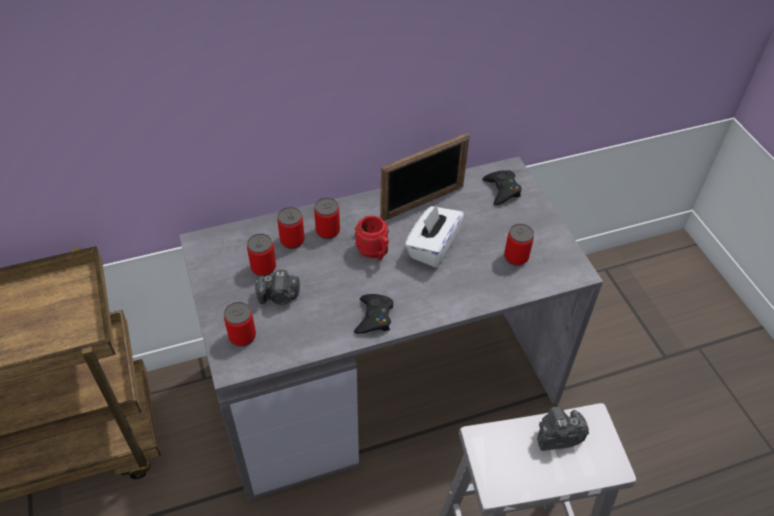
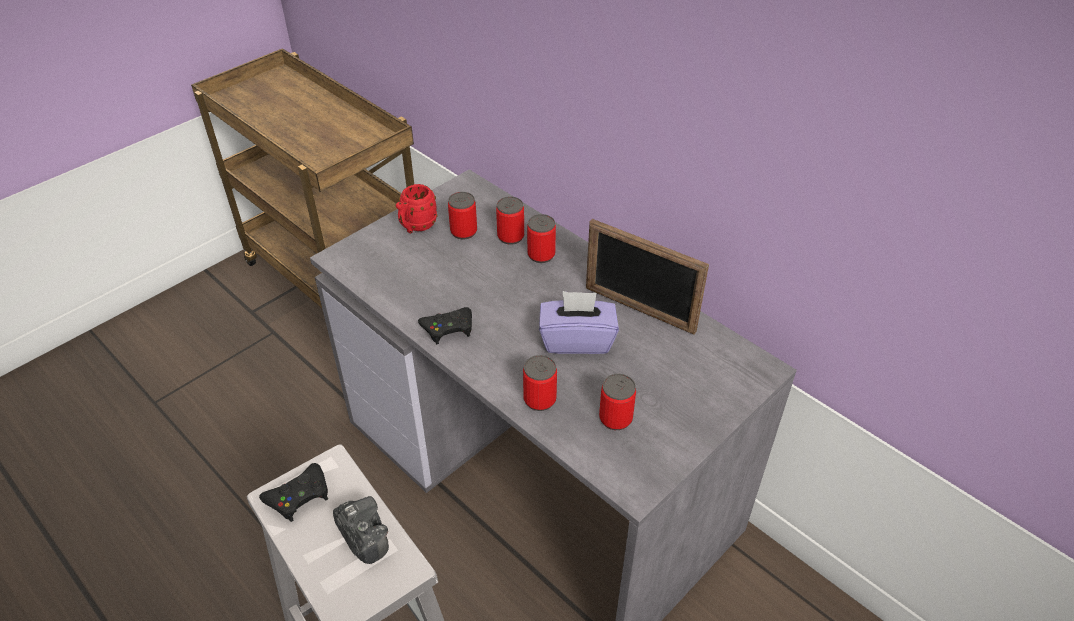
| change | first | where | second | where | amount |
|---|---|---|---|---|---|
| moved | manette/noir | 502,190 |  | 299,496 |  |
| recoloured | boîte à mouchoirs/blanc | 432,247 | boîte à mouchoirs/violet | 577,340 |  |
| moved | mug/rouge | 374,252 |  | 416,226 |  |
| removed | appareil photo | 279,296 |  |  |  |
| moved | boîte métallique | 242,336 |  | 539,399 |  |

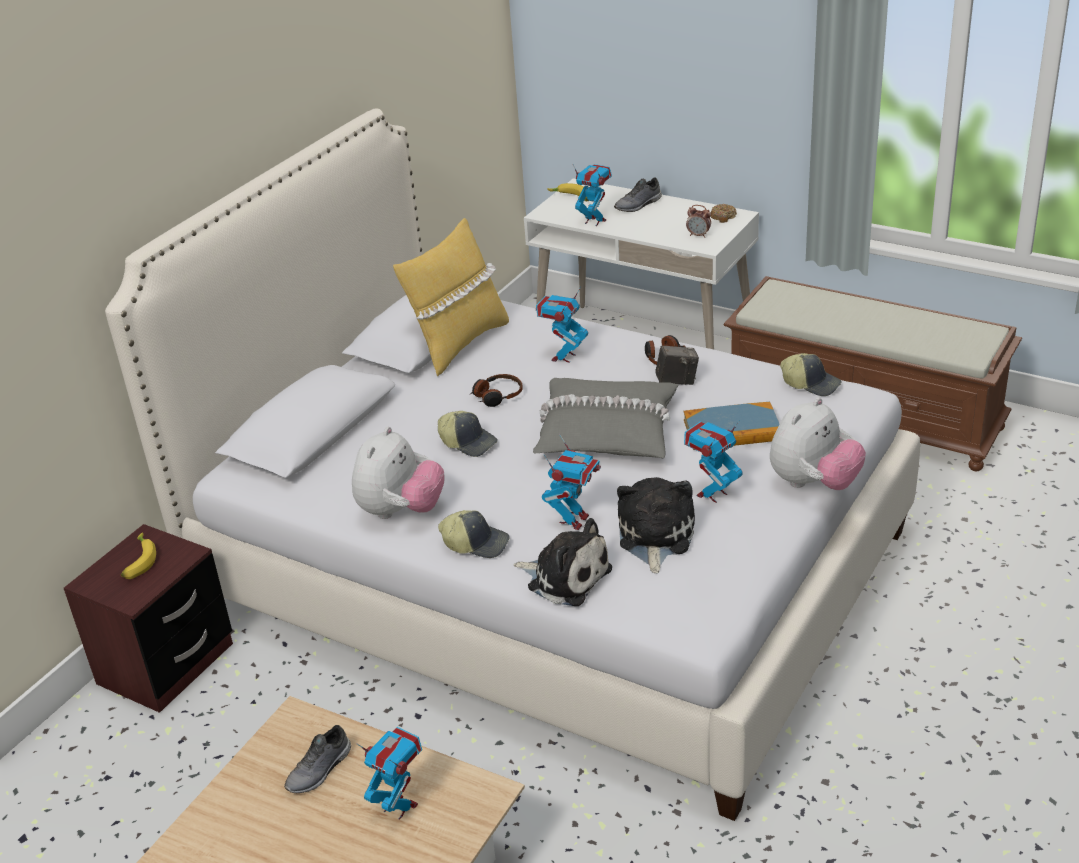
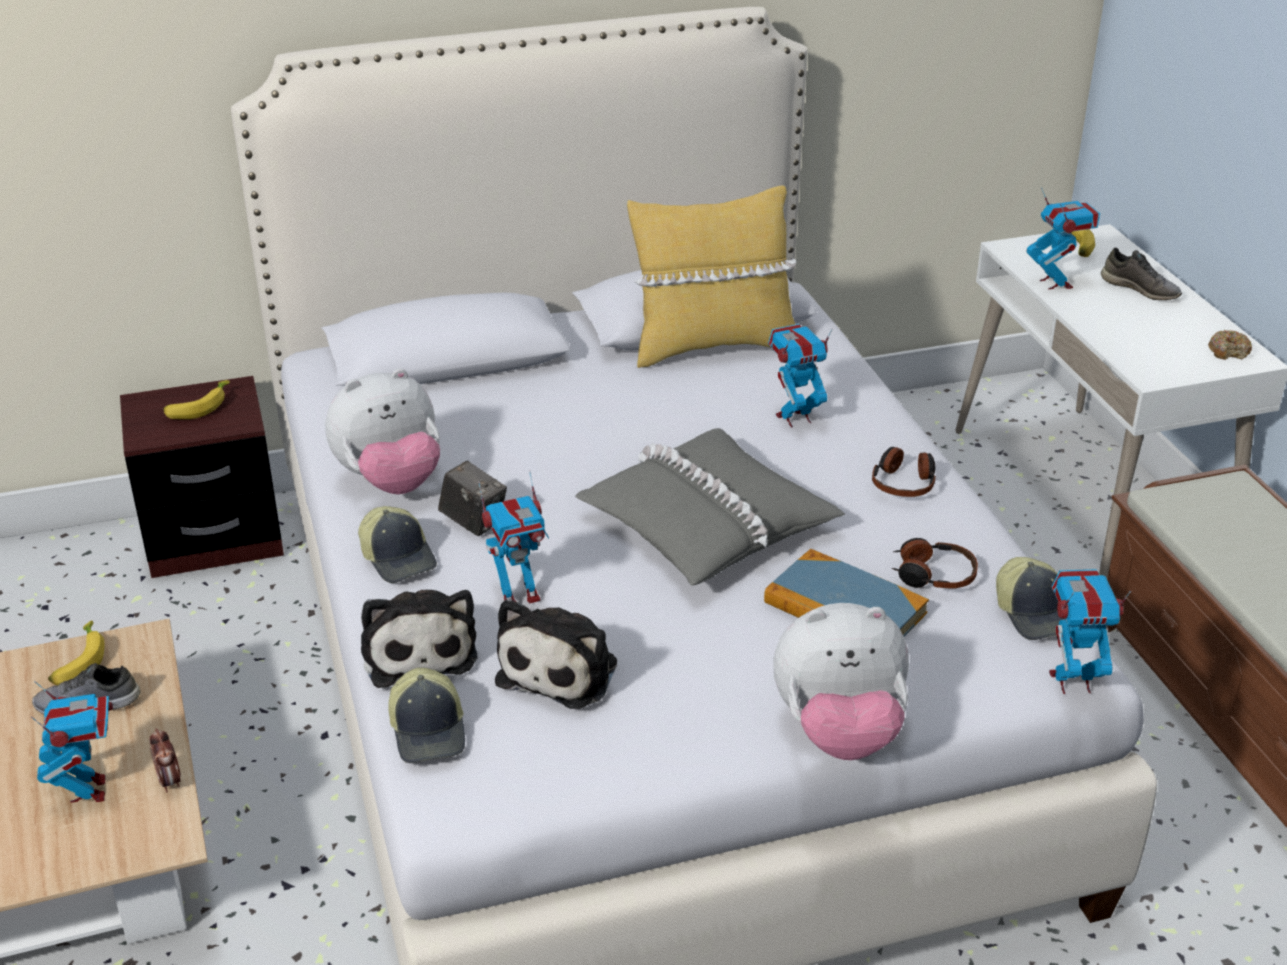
| change | first | where | second | where | amount |
|---|---|---|---|---|---|
| turned | chaussure/gris | 638,205 |  | 1140,289 | 150 degrees counterclockwise |
| moved | réveil | 698,235 |  | 170,781 |  |
| moved | appareil photo | 677,381 |  | 474,522 |  |
| moved | casque audio | 497,396 |  | 933,575 |  |
| moved | casquette | 468,442 |  | 430,730 |  |
| moved | robot jouet | 712,494 |  | 1071,681 |  |
| turned | peluche | 654,537 |  | 562,669 | 150 degrees clockwise |
| added |  |  | banane | 78,662 |  |

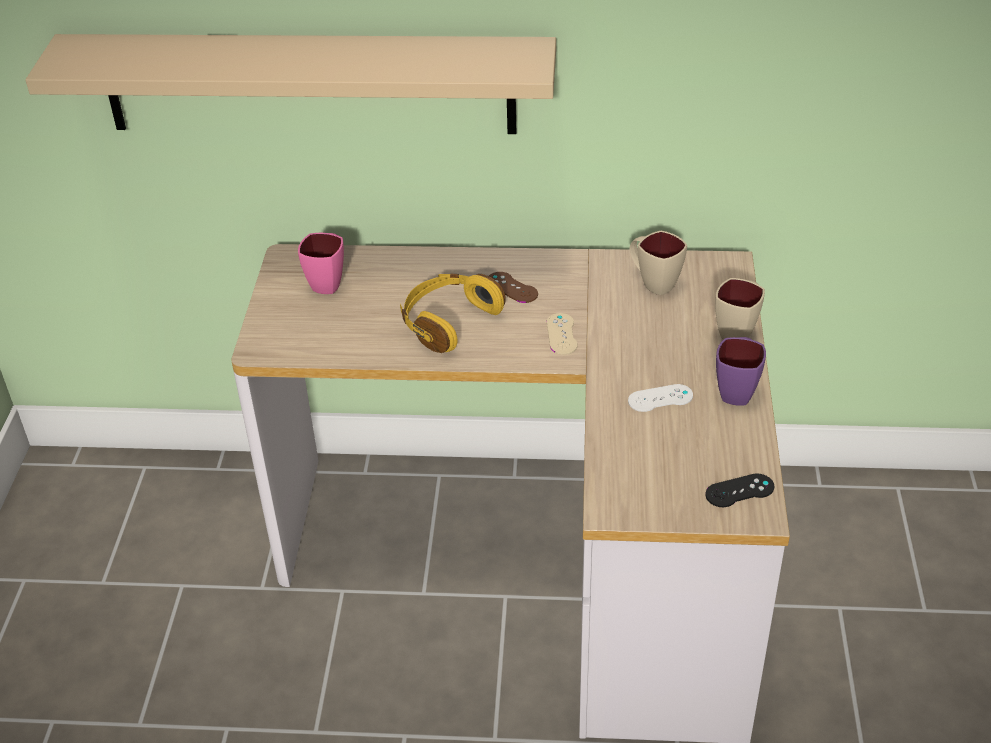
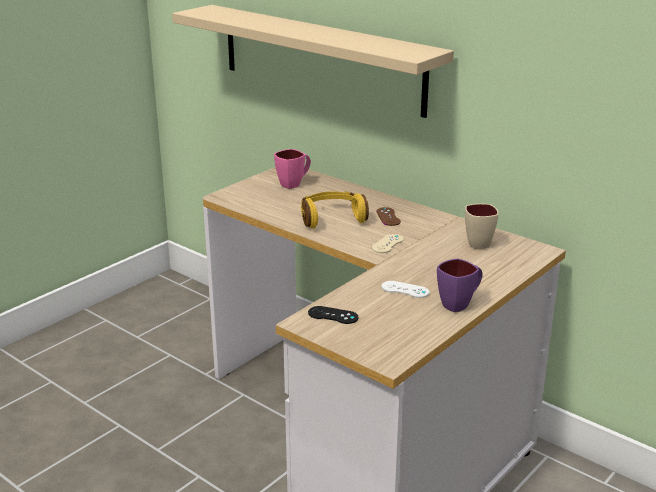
| change | first | where | second | where | amount |
|---|---|---|---|---|---|
| removed | mug/beige | 738,330 |  |  |  |
| moved | manette/noir | 739,491 |  | 333,315 |  |

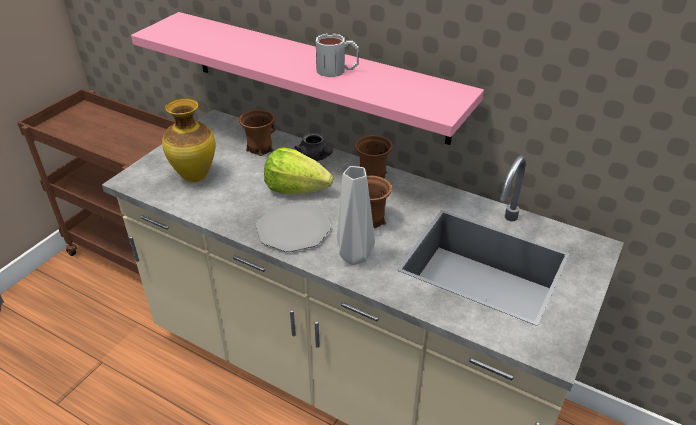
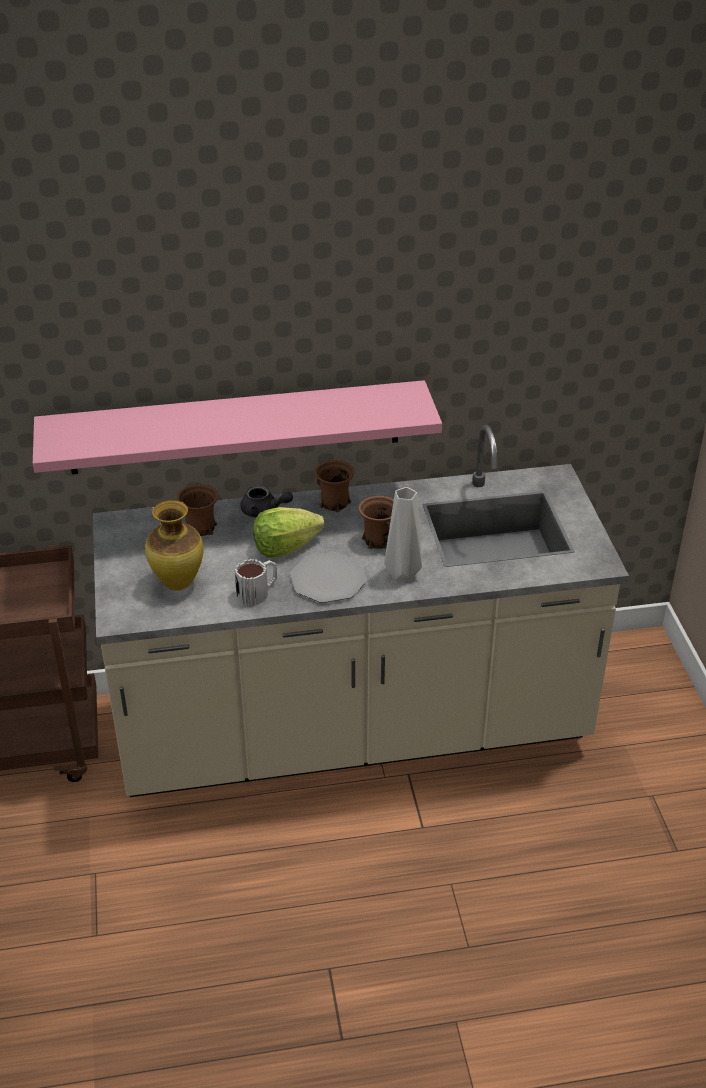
| change | first | where | second | where | amount |
|---|---|---|---|---|---|
| moved | mug | 337,70 |  | 258,592 |  |

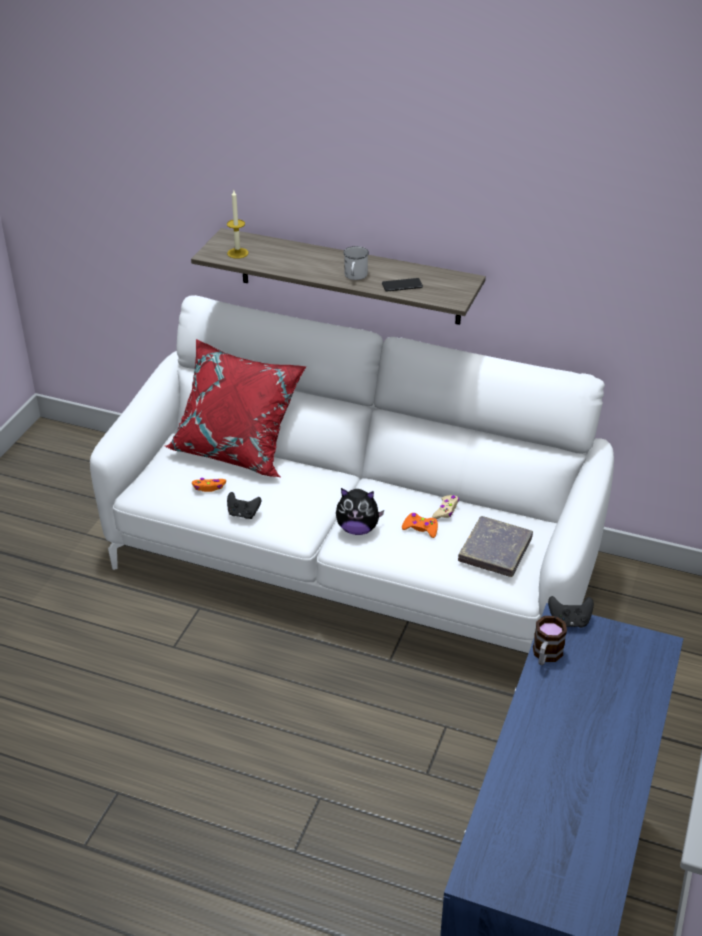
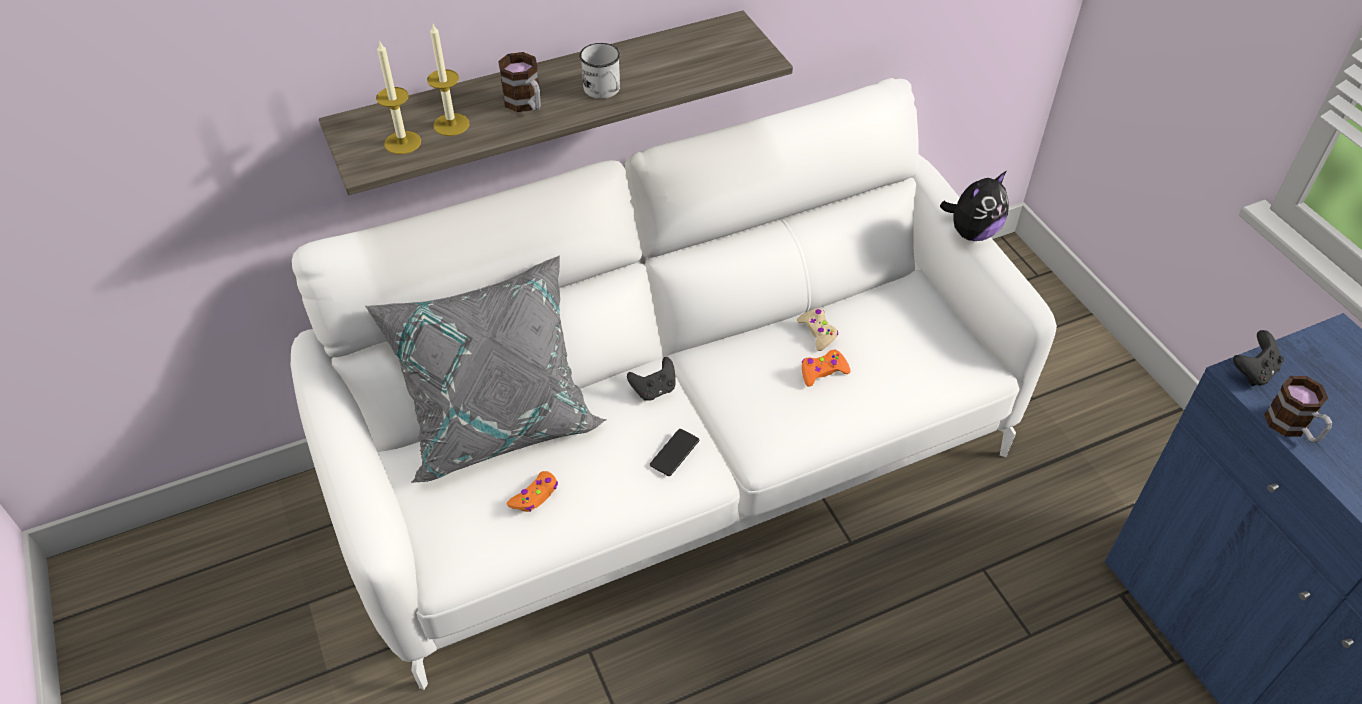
| change | first | where | second | where | amount |
|---|---|---|---|---|---|
| moved | téléphone | 402,285 |  | 674,453 |  |
| recoloured | coussin/rouge | 237,449 | coussin/gris | 499,420 |  |
| moved | peluche | 357,529 |  | 972,232 |  |
| moved | manette/noir | 243,514 |  | 654,390 |  |
| removed | livre/gris | 495,550 |  |  |  |
| added |  |  | bougie | 451,124 |  |
| added |  |  | mug | 526,104 |  |

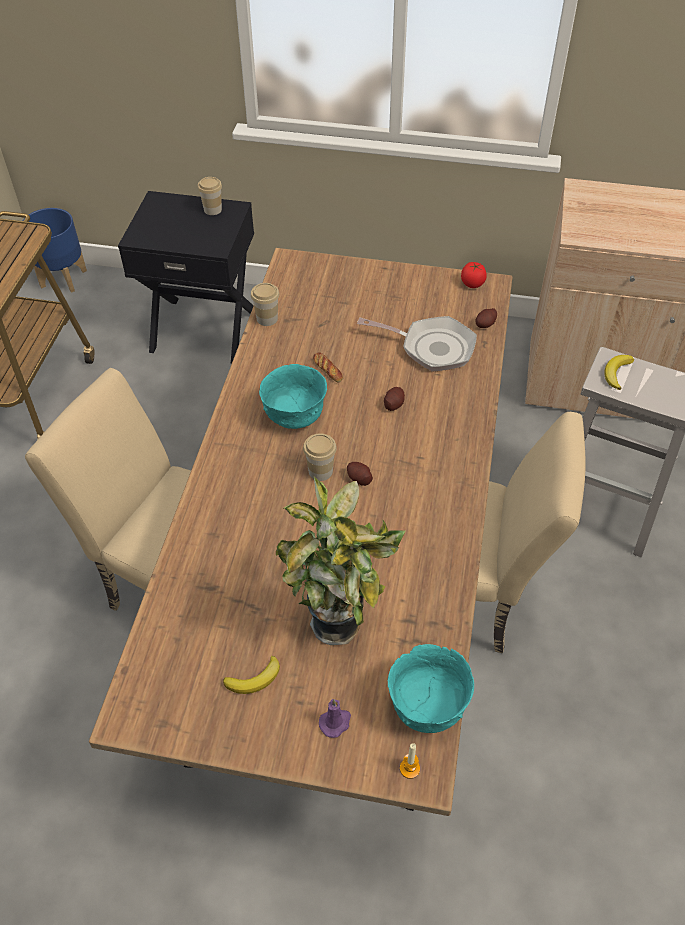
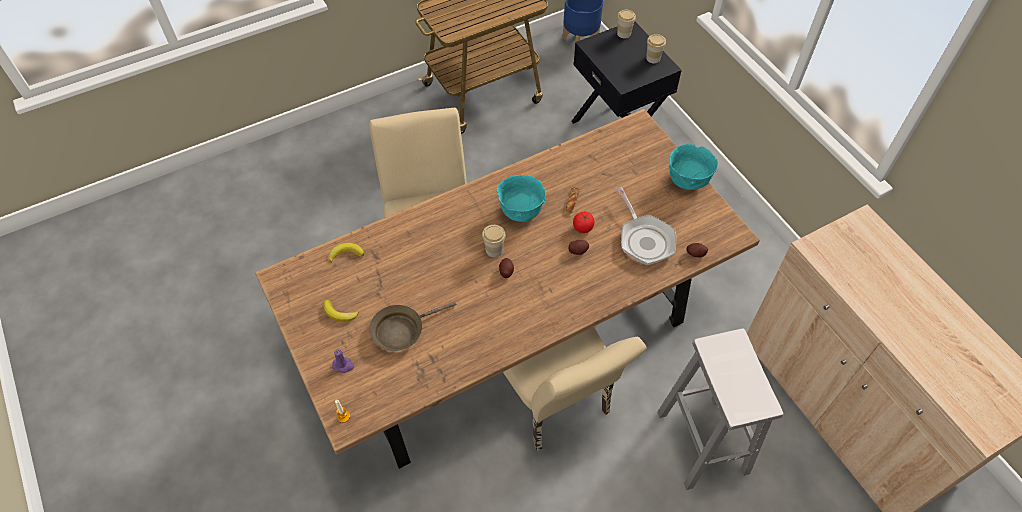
| change | first | where | second | where | amount |
|---|---|---|---|---|---|
| moved | tomate | 472,283 |  | 583,227 |  |
| moved | tasse | 267,319 |  | 624,33 |  |
| moved | banane | 616,373 |  | 346,253 |  |
| replaced | plante en pot | 342,626 | poêle/marron | 401,330 |  |
| moved | bol/turquoise | 427,707 |  | 687,181 |  |

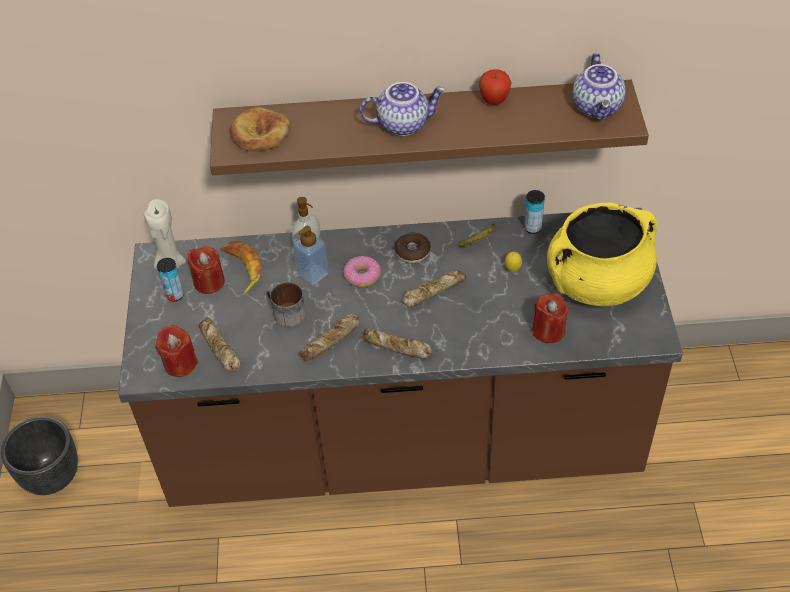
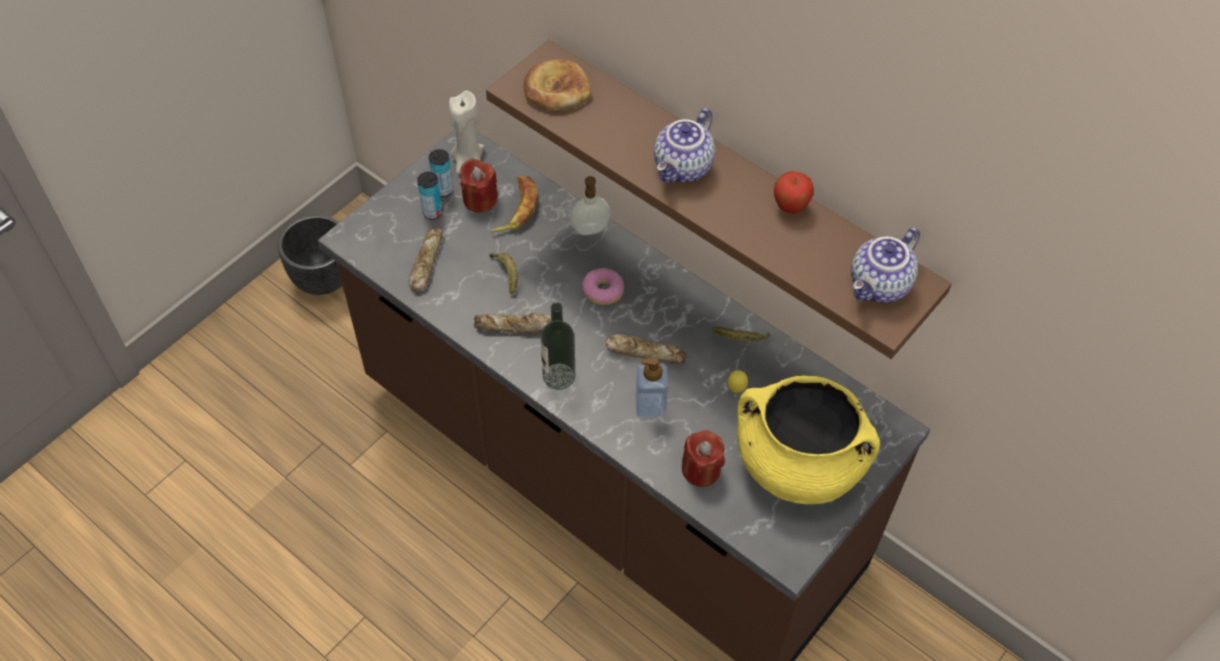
| change | first | where | second | where | amount |
|---|---|---|---|---|---|
| turned | théière | 403,123 |  | 684,168 | 90 degrees clockwise |
| moved | boîte métallique | 532,228 |  | 432,212 |  |
| moved | distributeur de savon | 313,274 |  | 650,405 |  |
| removed | beignet | 412,252 |  |  |  |
| replaced | mug | 285,313 | banane | 506,273 |  |
| removed | bougie/rouge | 180,363 |  |  |  |
| replaced | pain | 397,347 | bouteille | 558,376 |  |

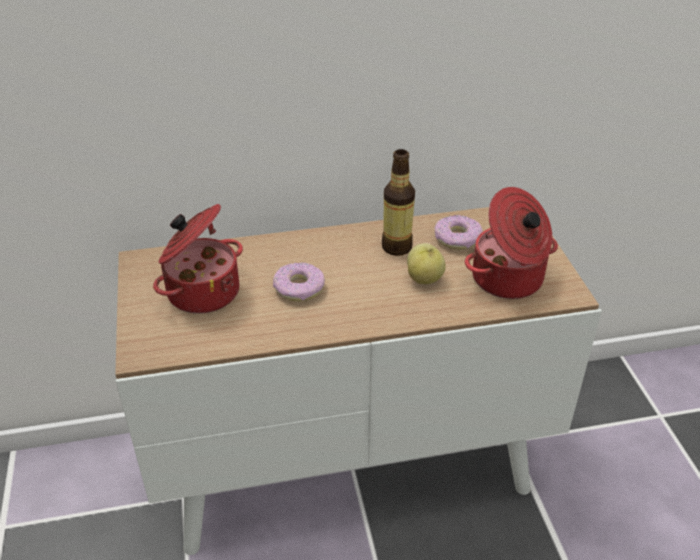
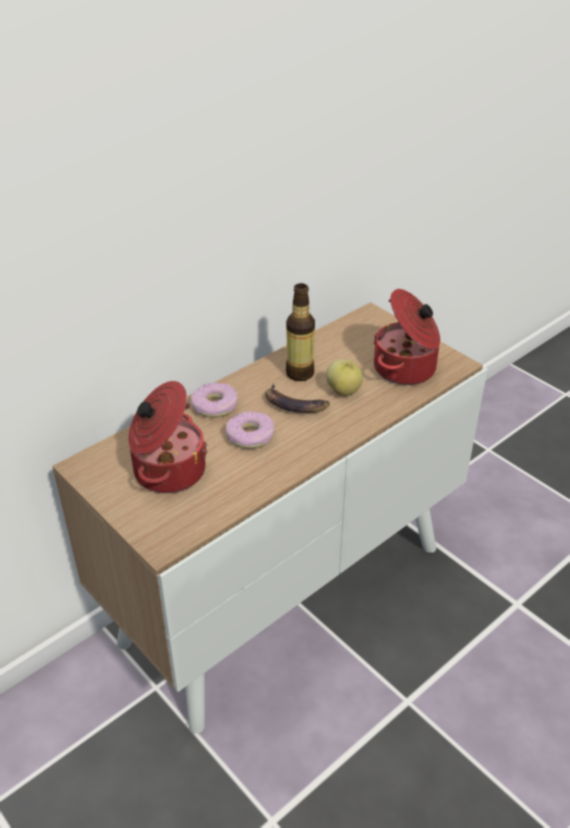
| change | first | where | second | where | amount |
|---|---|---|---|---|---|
| moved | beignet | 457,239 |  | 215,406 |  |
| added |  |  | banane | 294,404 |  |

